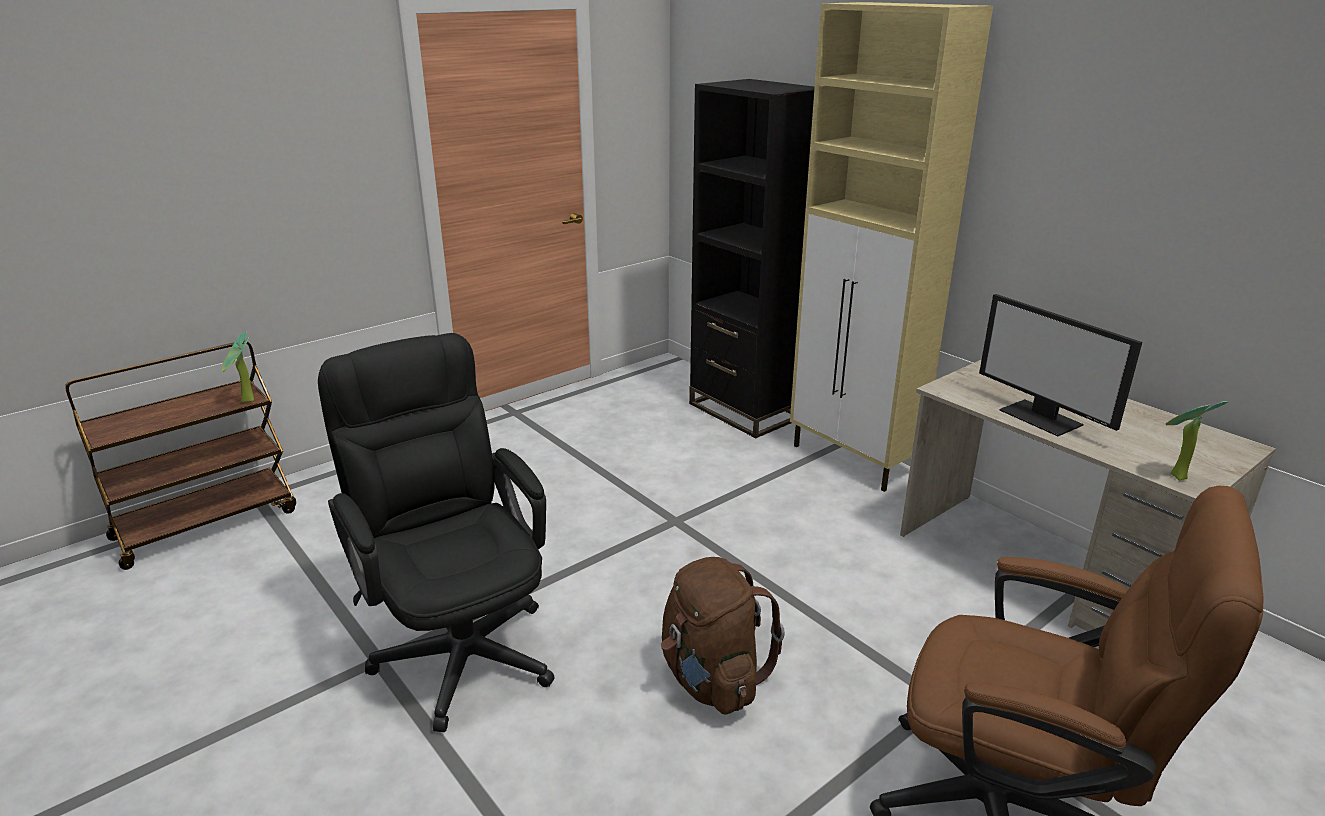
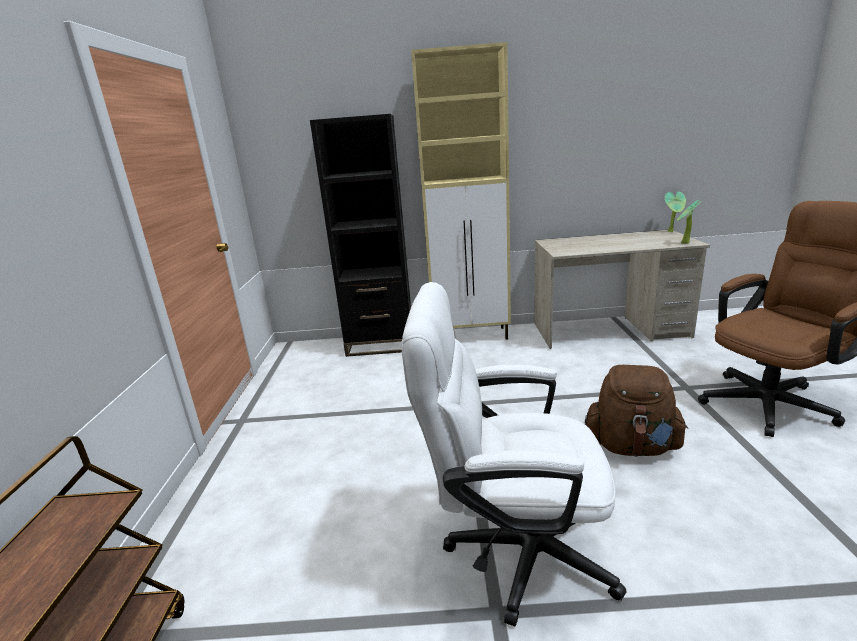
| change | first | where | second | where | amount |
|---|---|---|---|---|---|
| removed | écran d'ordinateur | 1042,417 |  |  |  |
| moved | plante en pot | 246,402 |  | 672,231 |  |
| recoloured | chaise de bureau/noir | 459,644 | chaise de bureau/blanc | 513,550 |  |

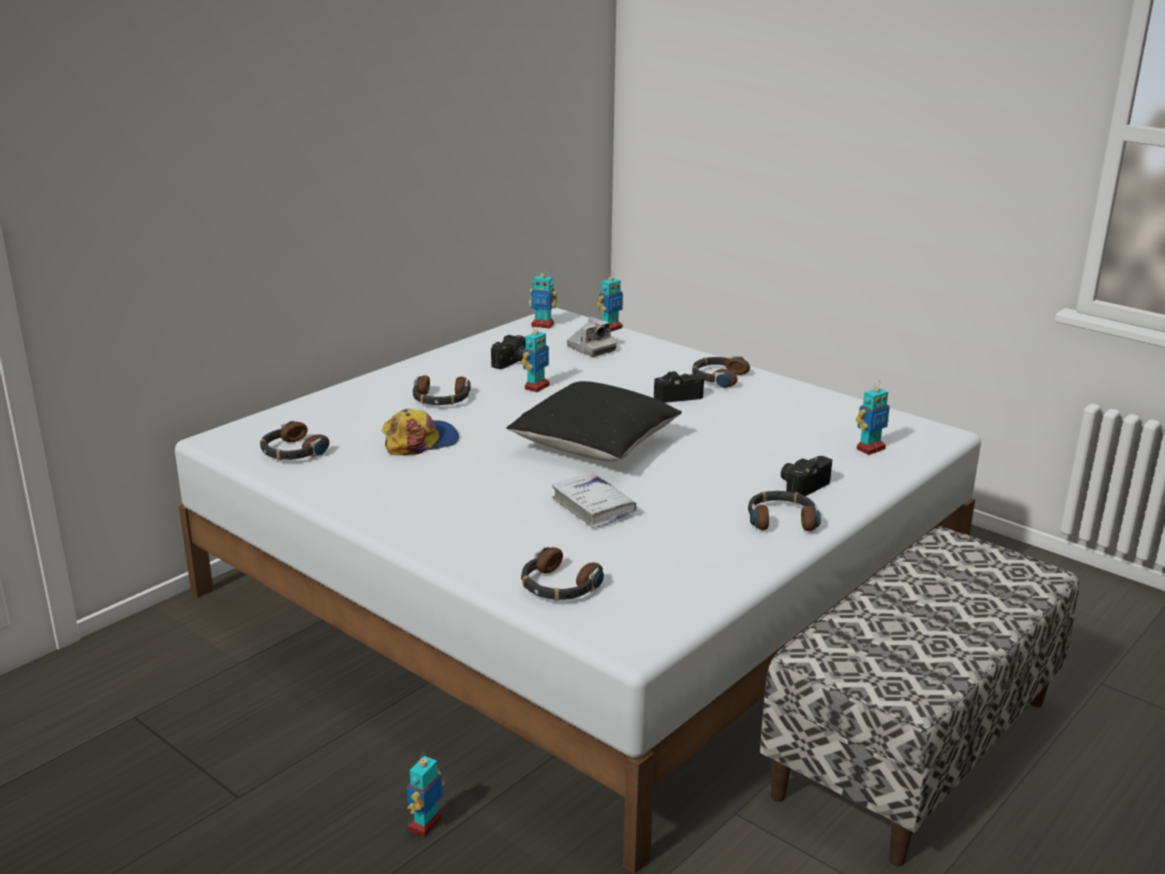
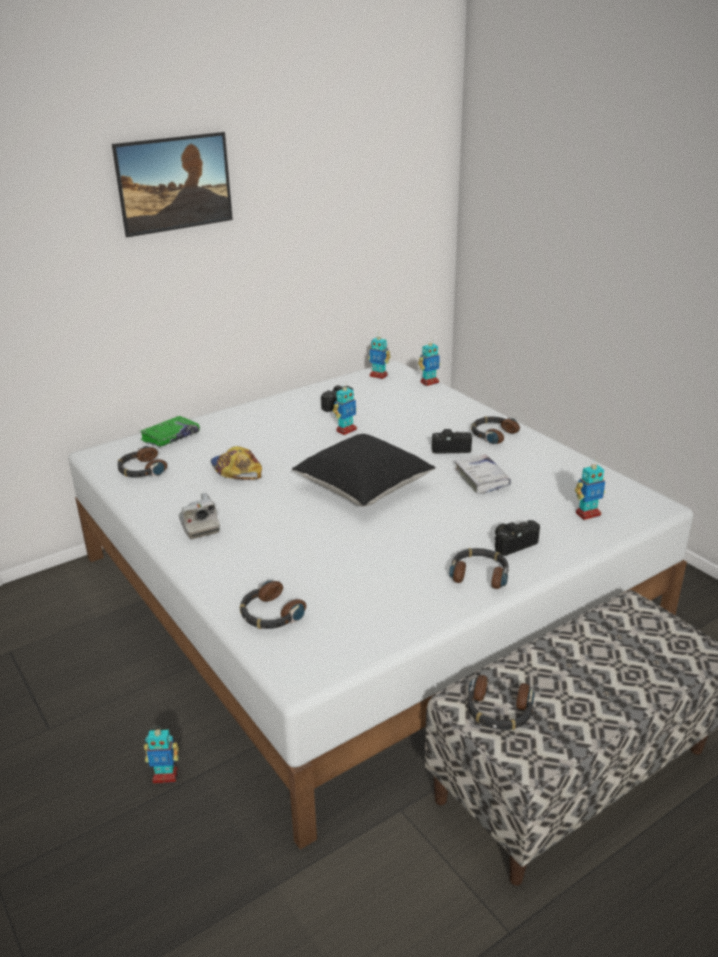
| change | first | where | second | where | amount |
|---|---|---|---|---|---|
| moved | appareil photo | 591,349 |  | 199,526 |  |
| moved | casque audio | 440,399 |  | 498,711 |  |
| turned | casquette | 420,441 |  | 235,470 | 105 degrees counterclockwise |
| moved | livre/blanc | 593,507 |  | 481,479 |  |
| turned | robot jouet | 425,825 |  | 165,776 | 135 degrees counterclockwise |
| added |  |  | tableau | 177,206 |  |
| added |  |  | livre/vert | 170,437 |  |

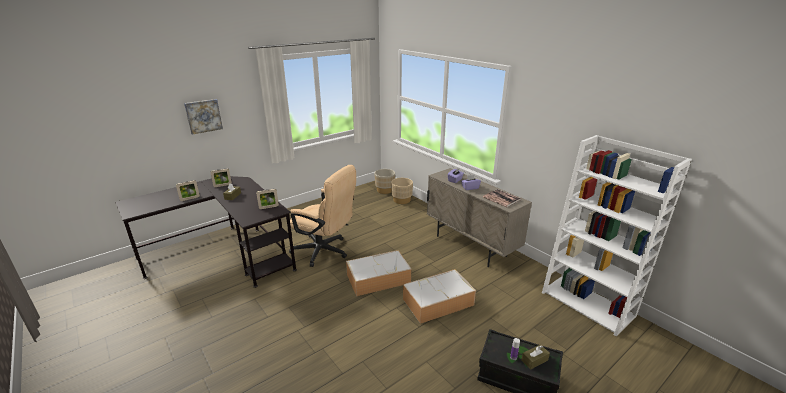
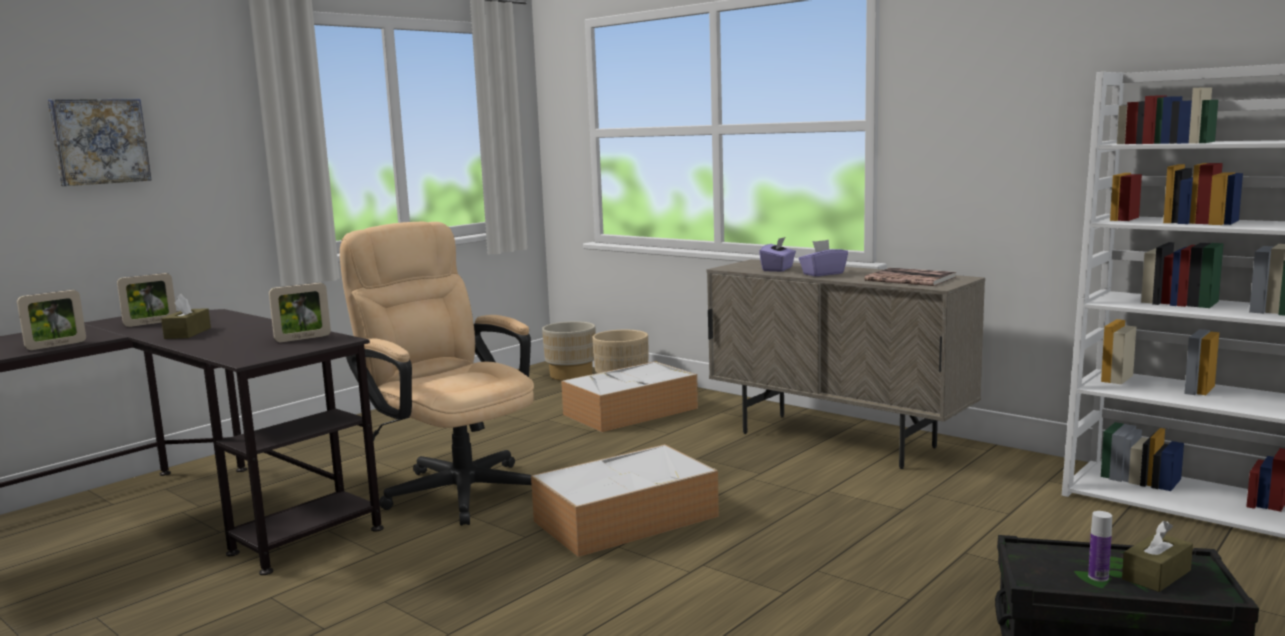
| change | first | where | second | where | amount |
|---|---|---|---|---|---|
| turned | chaise de bureau/beige | 325,252 |  | 454,488 | 150 degrees counterclockwise |
| moved | boîte de rangement | 437,302 |  | 629,412 |  |

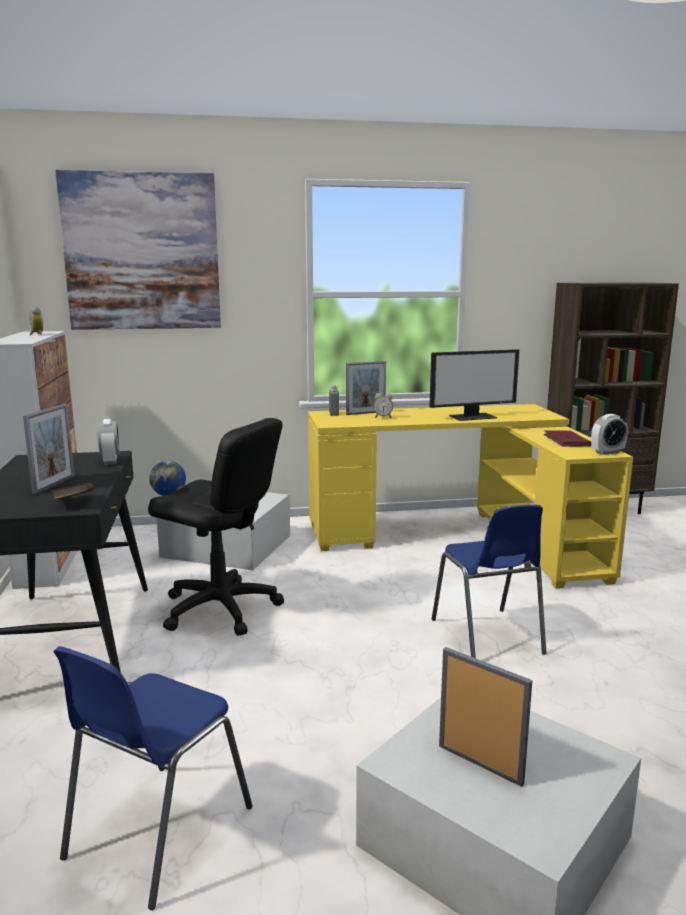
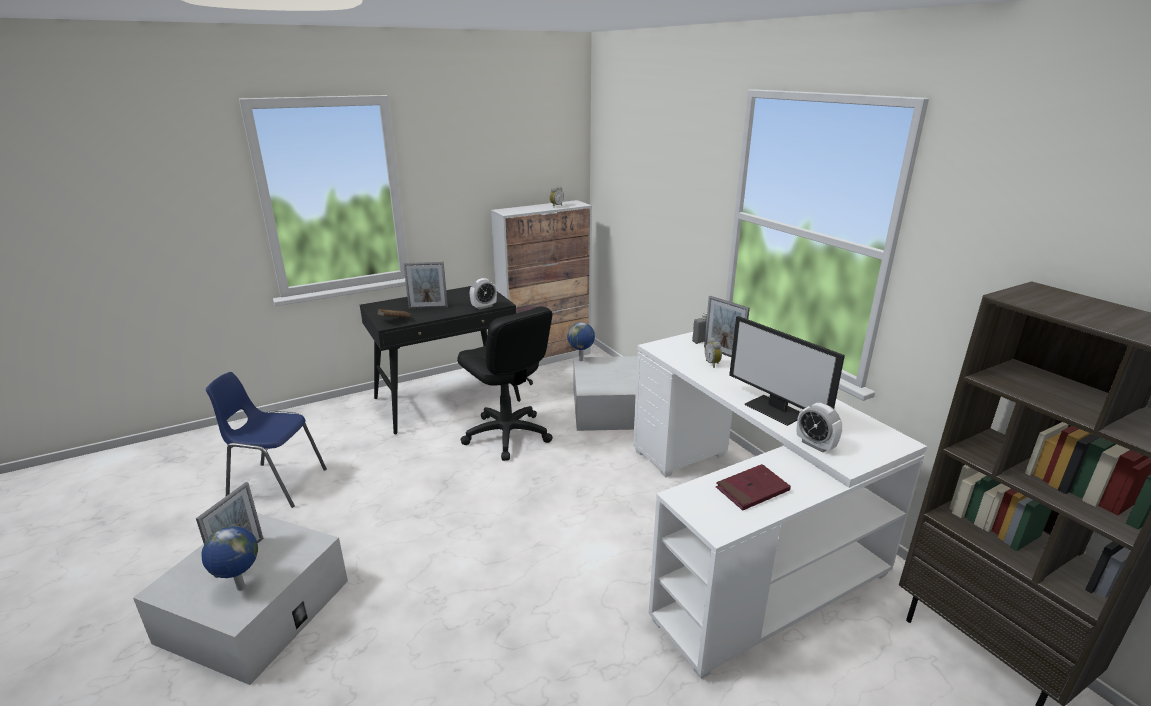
| change | first | where | second | where | amount |
|---|---|---|---|---|---|
| removed | tableau | 142,252 |  |  |  |
| recoloured | bureau/jaune | 462,538 | bureau/blanc | 742,531 |  |
| moved | réveil | 607,452 |  | 815,445 |  |
| turned | chaise de bureau/noir | 220,609 |  | 507,435 | 45 degrees counterclockwise |
| removed | chaise/bleu | 487,637 |  |  |  |
| added |  |  | globe | 240,588 |  |

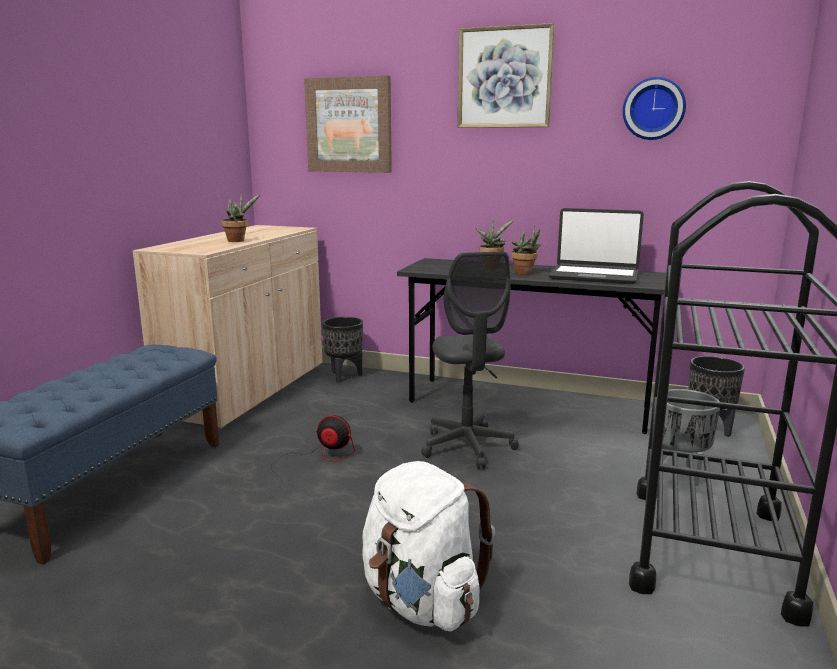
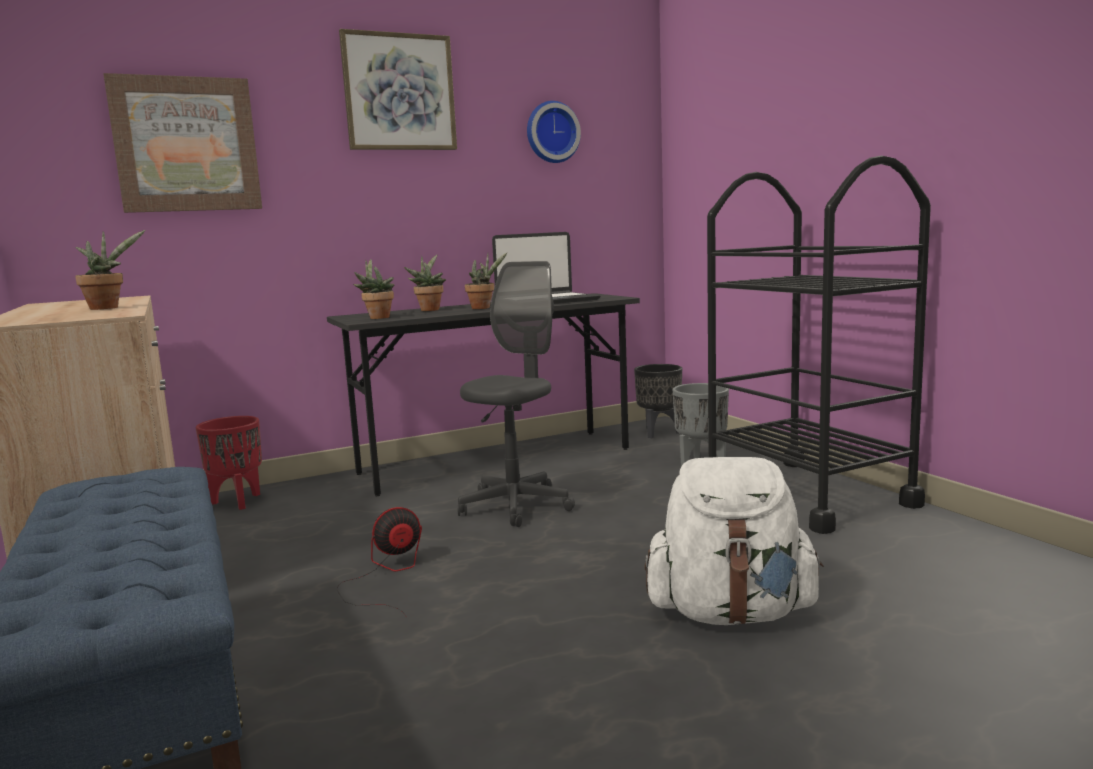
| change | first | where | second | where | amount |
|---|---|---|---|---|---|
| turned | chaise de bureau/gris | 467,447 |  | 516,506 | 90 degrees counterclockwise |
| recoloured | cache-pot/noir | 344,376 | cache-pot/rouge | 238,502 |  |
| added |  |  | plante en pot | 377,317 |  |

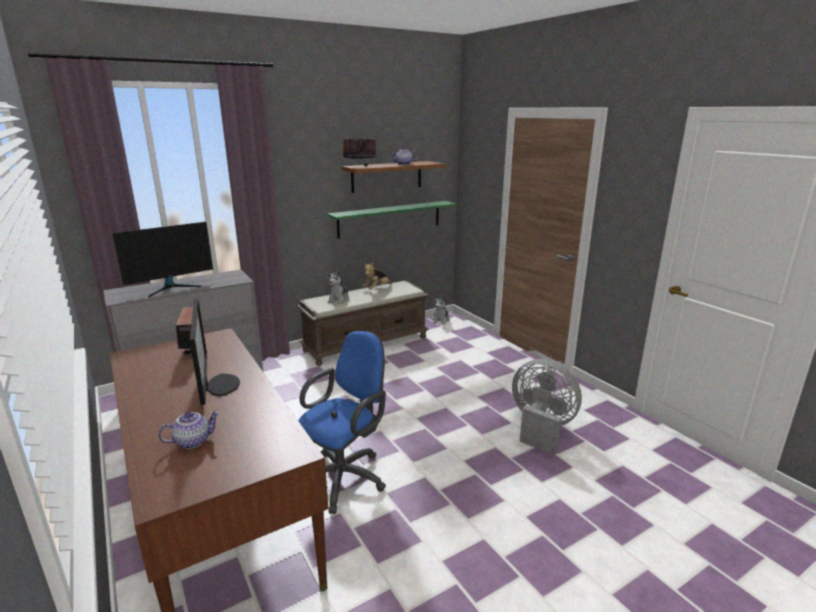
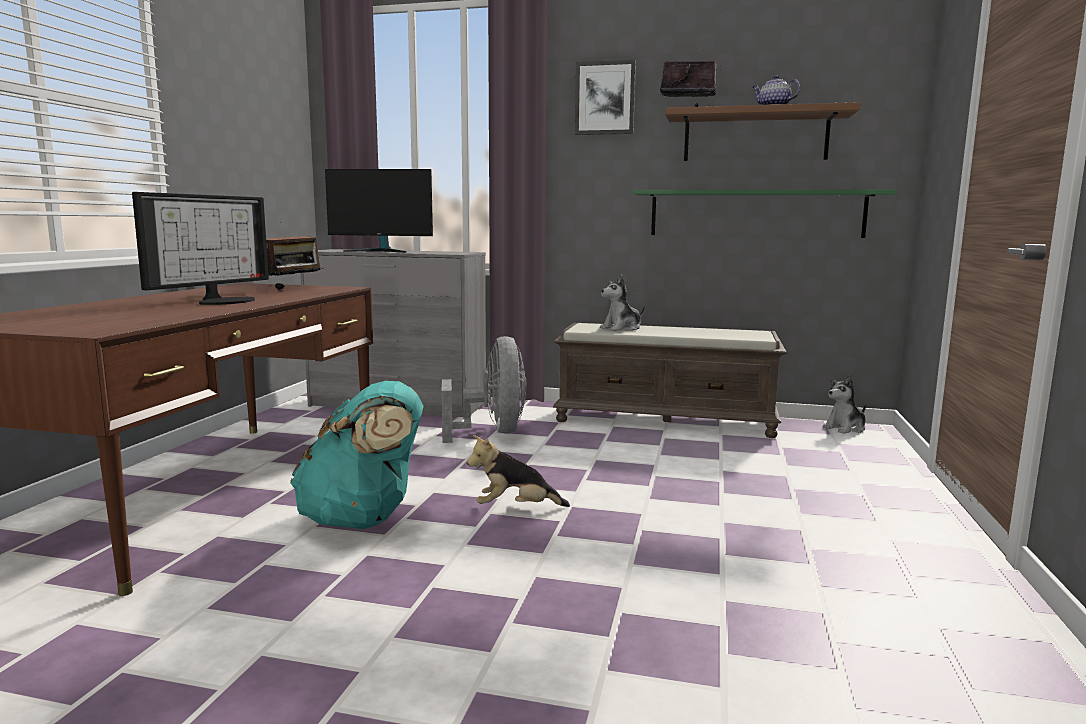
| change | first | where | second | where | amount |
|---|---|---|---|---|---|
| moved | peluche | 377,289 |  | 515,508 |  |
| replaced | chaise de bureau/bleu | 346,476 | sac à dos/turquoise | 364,519 |  |
| moved | ventilateur/gris | 540,428 |  | 493,433 |  |
| removed | théière | 193,441 |  |  |  |
| added |  |  | tableau | 605,98 |  |

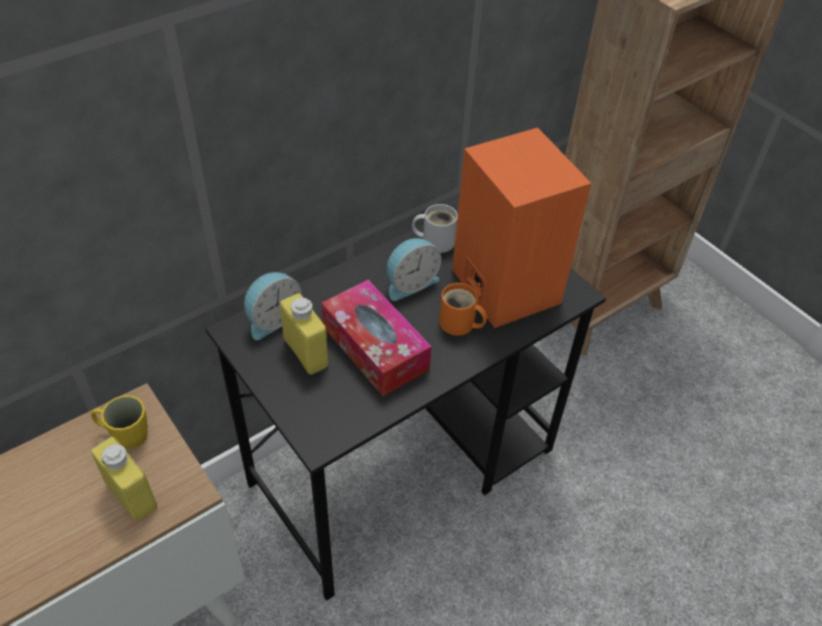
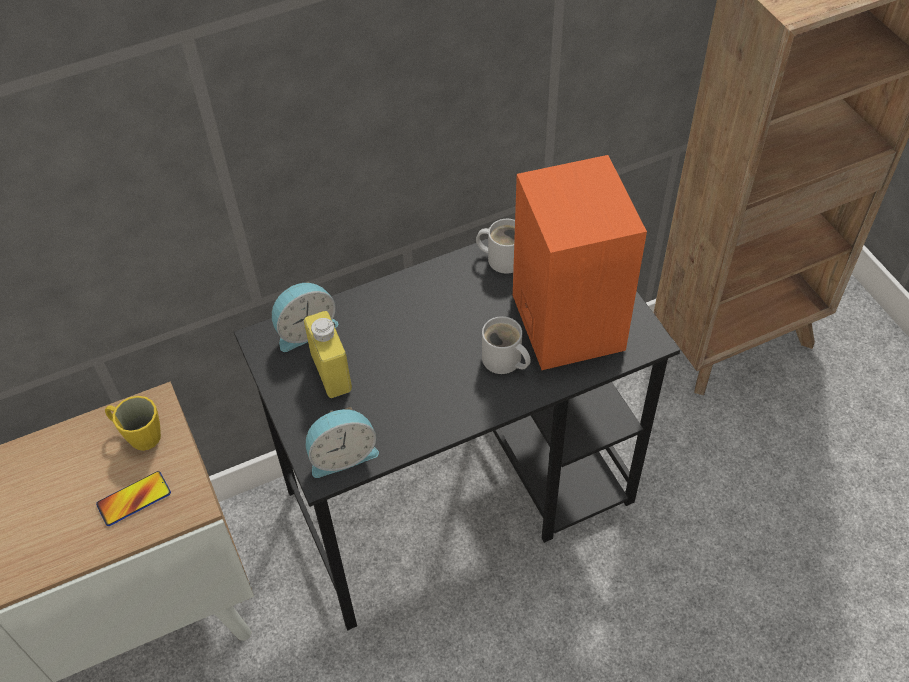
| change | first | where | second | where | amount |
|---|---|---|---|---|---|
| moved | réveil | 410,283 |  | 342,454 |  |
| removed | boîte à mouchoirs | 375,348 |  |  |  |
| recoloured | mug/orange | 459,324 | mug/blanc | 504,361 |  |
| replaced | bouteille/jaune | 131,495 | téléphone | 134,499 |  |

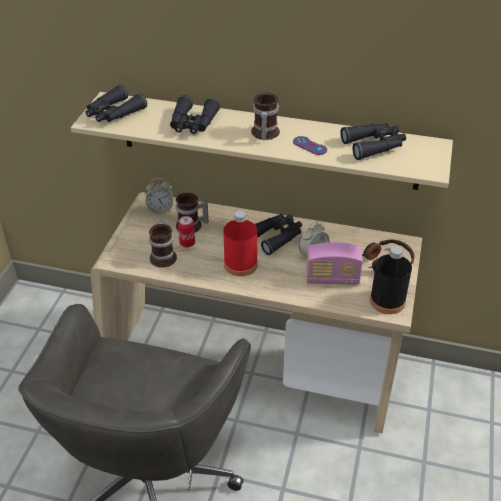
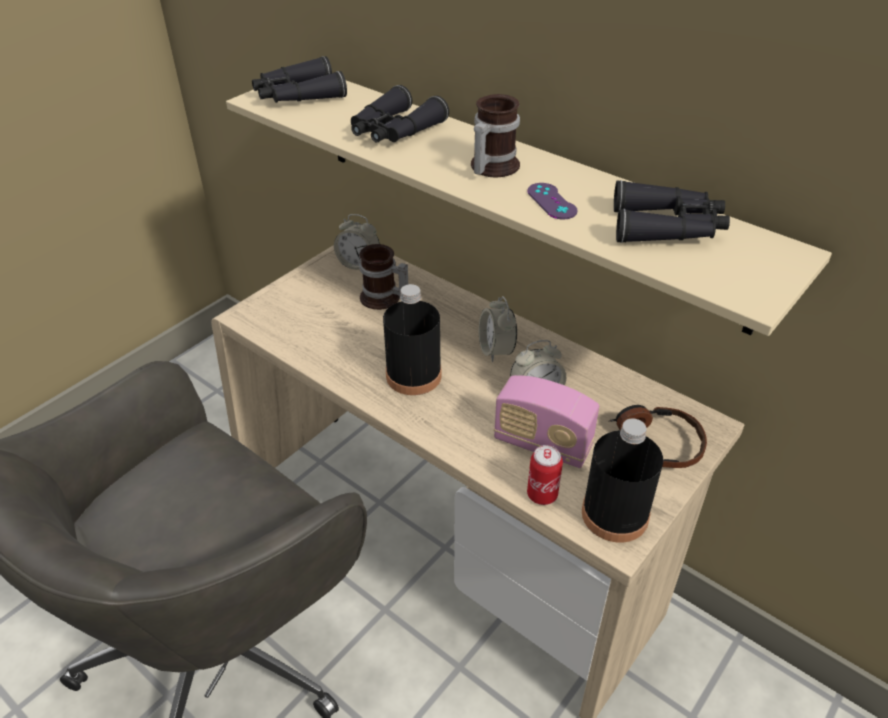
| change | first | where | second | where | amount |
|---|---|---|---|---|---|
| recoloured | bouteille/rouge | 240,264 | bouteille/noir | 413,375 |  |
| replaced | jumelles/noir | 276,237 | réveil | 496,350 |  |
| moved | boîte métallique | 187,243 |  | 542,494 |  |
| removed | mug | 164,256 |  |  |  |

